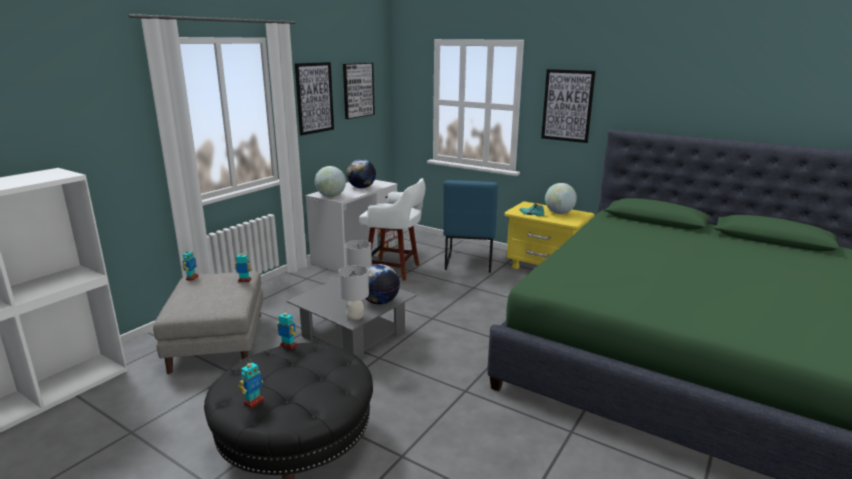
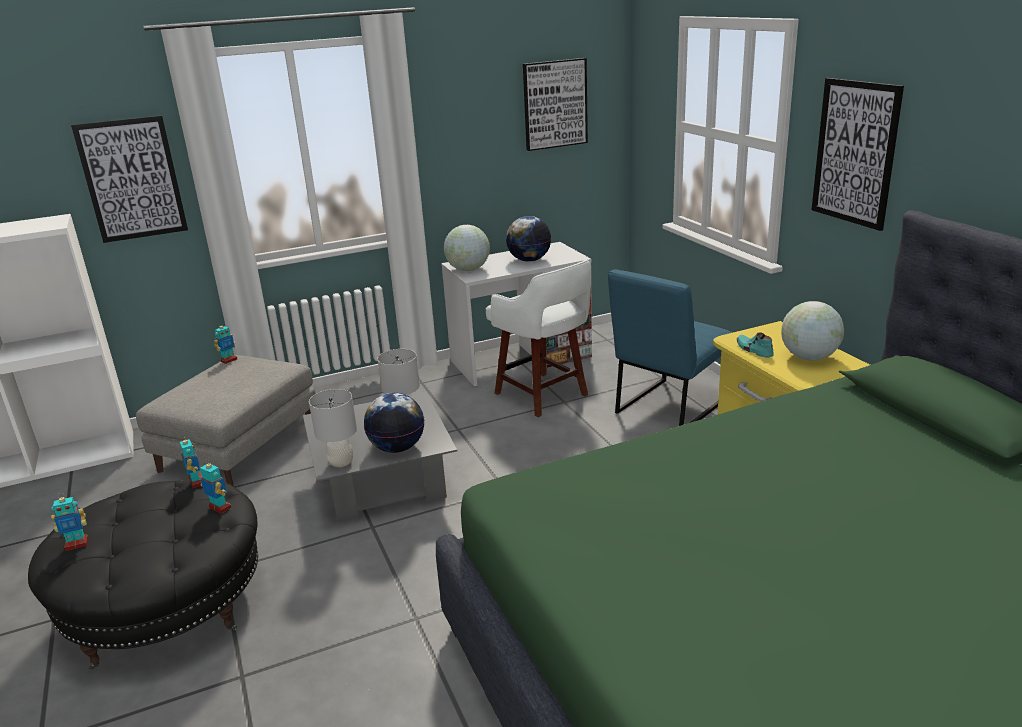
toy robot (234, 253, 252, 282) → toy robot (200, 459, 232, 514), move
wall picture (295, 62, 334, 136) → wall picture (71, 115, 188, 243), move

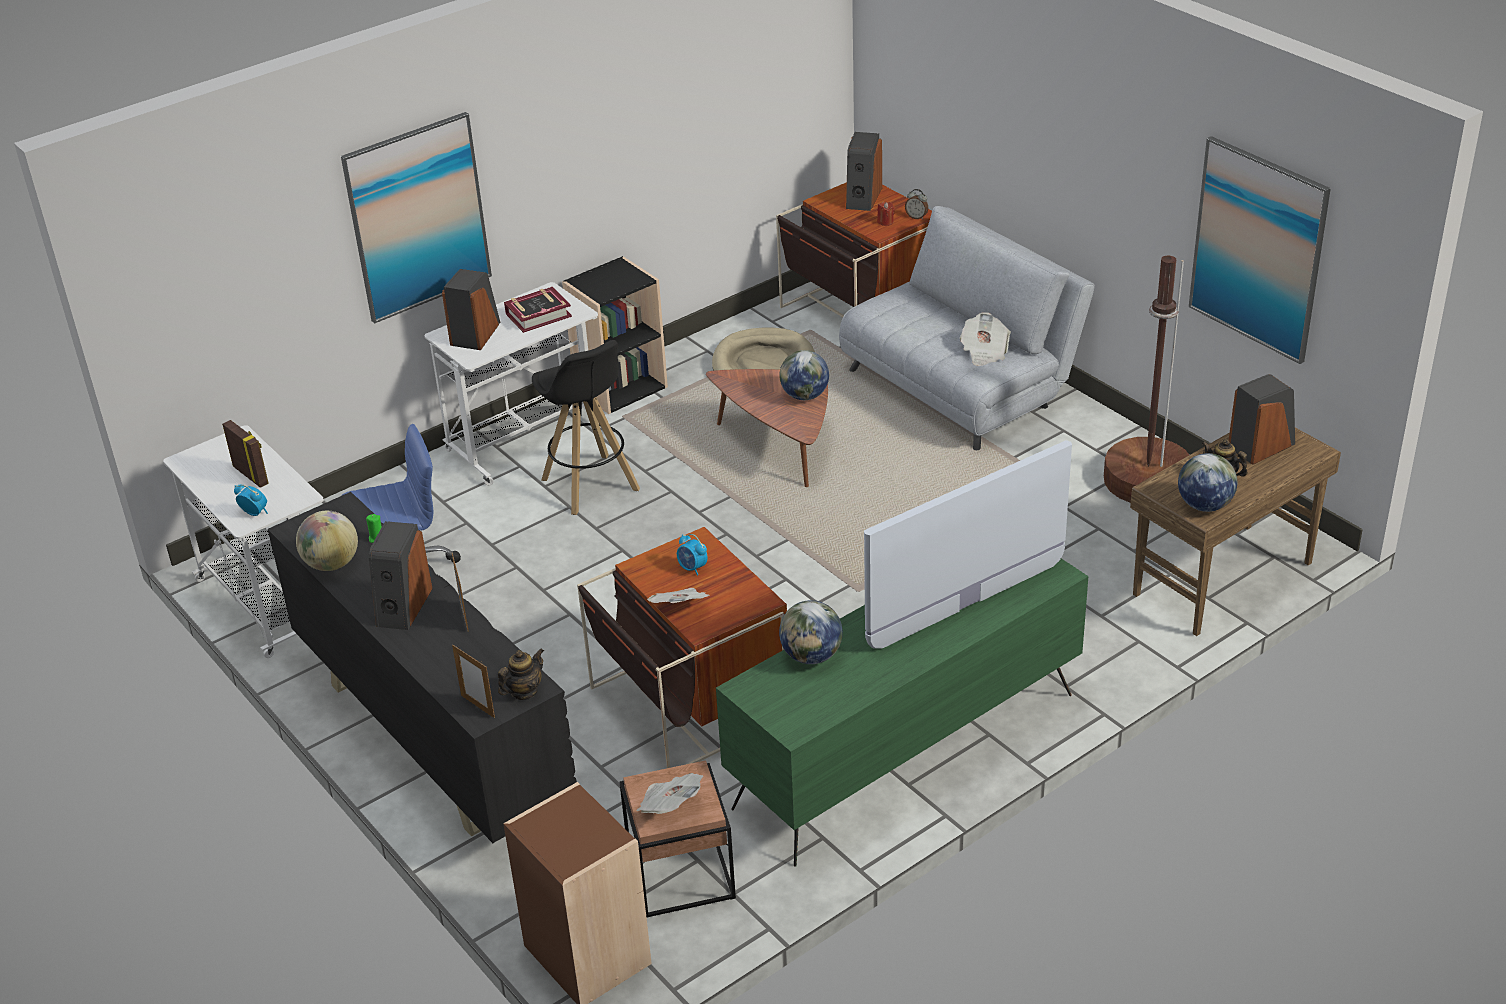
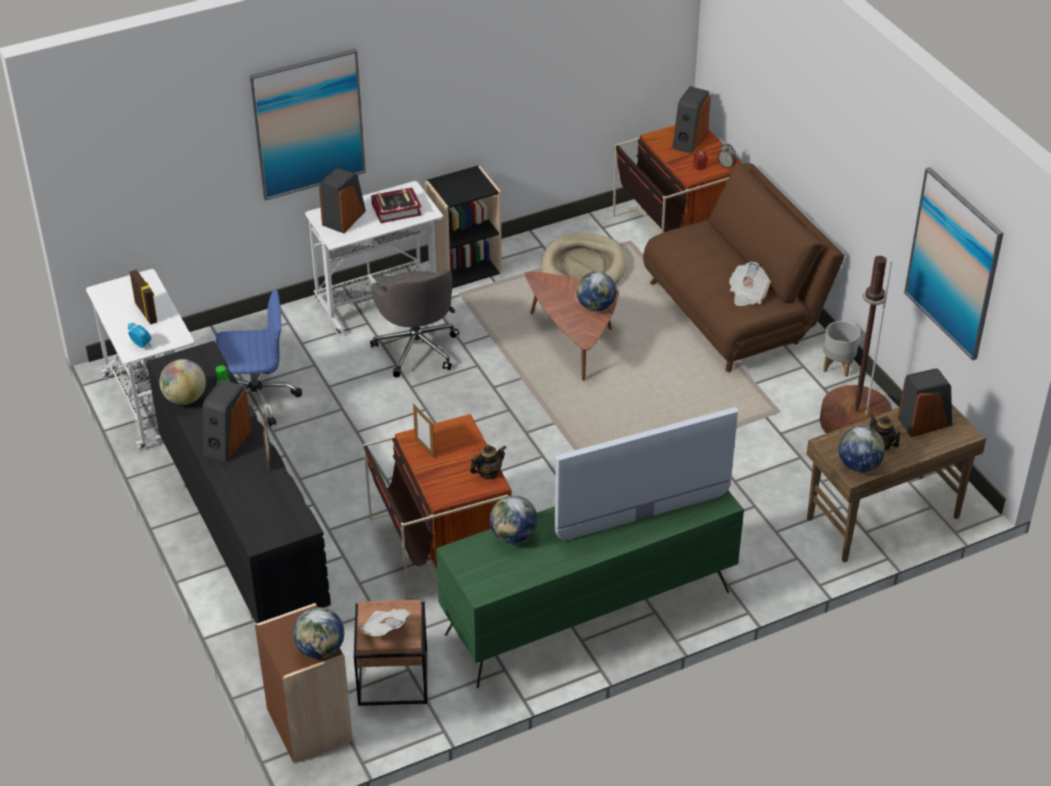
photo frame (452, 645, 495, 718) → photo frame (413, 403, 435, 458), move
tea pot (498, 648, 544, 700) → tea pot (470, 445, 507, 479), move
black-coloured sitting stool (532, 340, 640, 515) → greyish desk chair (370, 269, 459, 377)
printed paper (648, 588, 710, 603) → -
table clock (677, 534, 708, 575) → -
greyish settee (839, 206, 1095, 450) → brown settee (643, 163, 844, 372)
- → globe (293, 607, 344, 659)
- → greyish planter (823, 321, 860, 377)

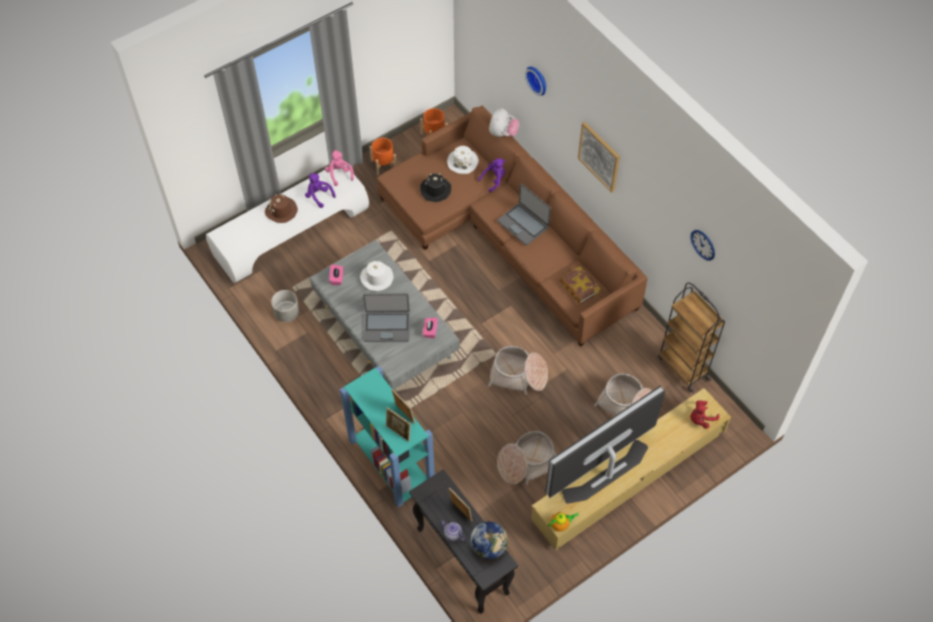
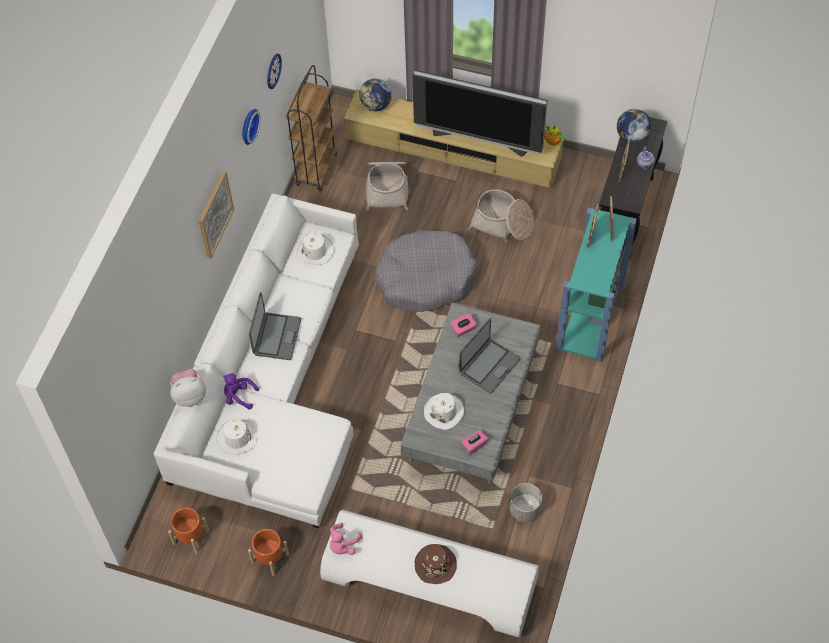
purplish cuddly toy (305, 173, 336, 208) → -
portable computer (363, 293, 410, 342) → portable computer (459, 318, 520, 394), 75 degrees clockwise
brown settee (377, 105, 648, 347) → white-coloured settee (154, 193, 359, 528)
black-coloured clothing hat (420, 173, 451, 202) → -
basket (488, 346, 548, 395) → greyish pet bed (374, 230, 478, 312)
hanging clock (525, 66, 546, 96) → hanging clock (242, 109, 261, 145), move
book (560, 266, 601, 304) → white-coloured clothing hat (297, 232, 334, 265)
red cuddly toy (690, 400, 719, 429) → globe (359, 78, 392, 112)

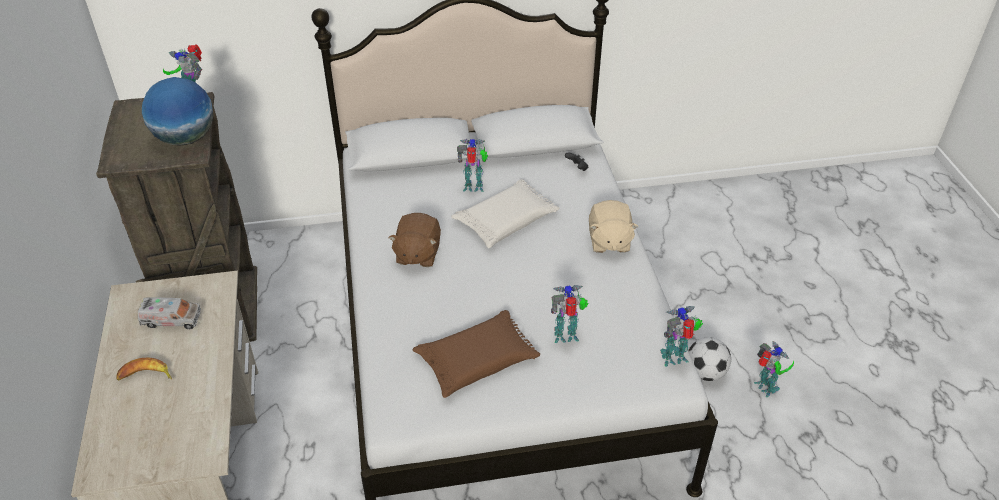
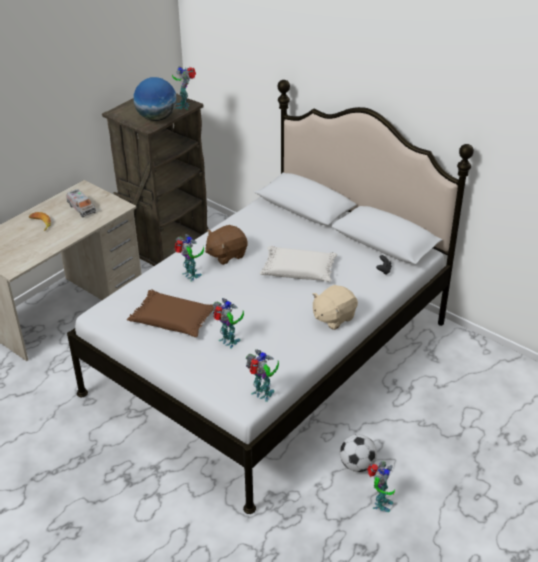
toy robot (457, 139, 488, 192) → toy robot (174, 234, 204, 281), move

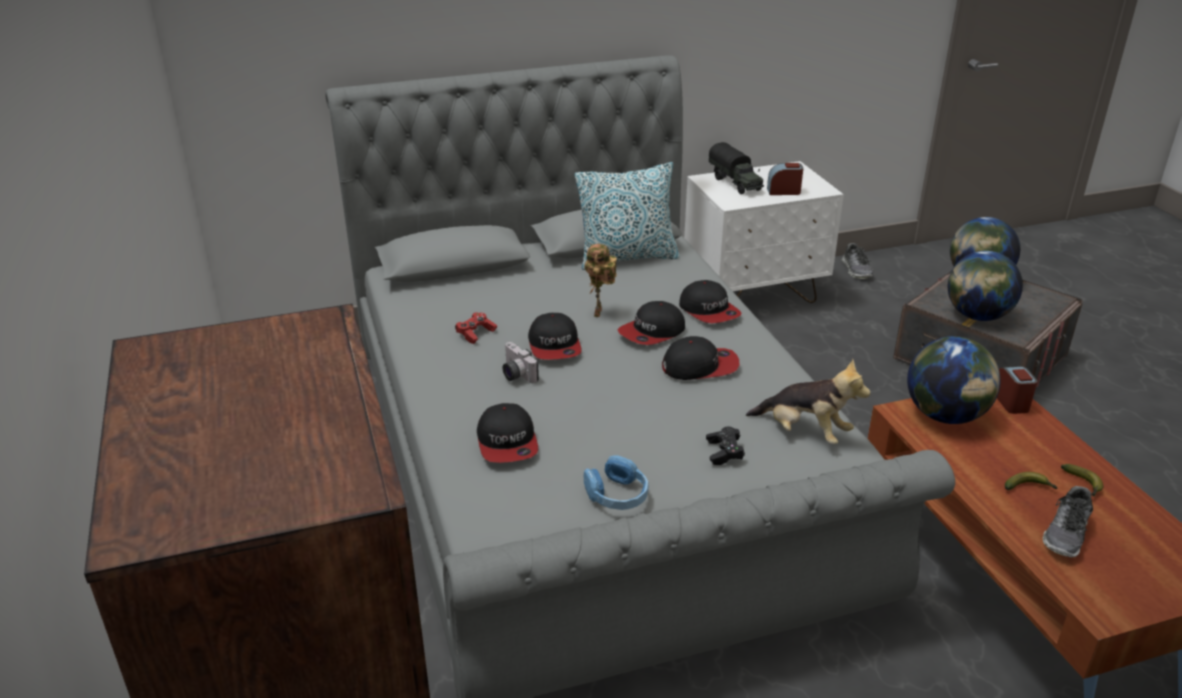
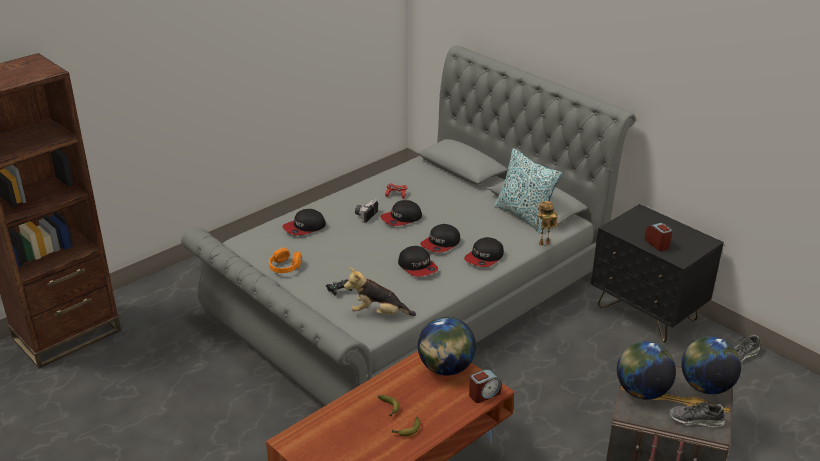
toy robot (584, 244, 617, 317) → toy robot (535, 201, 558, 246), move
bluish pair of headphones (584, 455, 649, 510) → orangey pair of headphones (269, 247, 301, 273)
cap (618, 301, 685, 345) → cap (420, 224, 460, 253), 75 degrees counterclockwise
white-coloured night table (684, 161, 844, 303) → black-coloured night table (591, 204, 724, 343)
toy lorry (709, 142, 764, 194) → -
cuddly toy (746, 359, 870, 444) → cuddly toy (344, 268, 416, 316), 90 degrees clockwise
shoe (1043, 486, 1093, 557) → shoe (670, 402, 725, 427), move

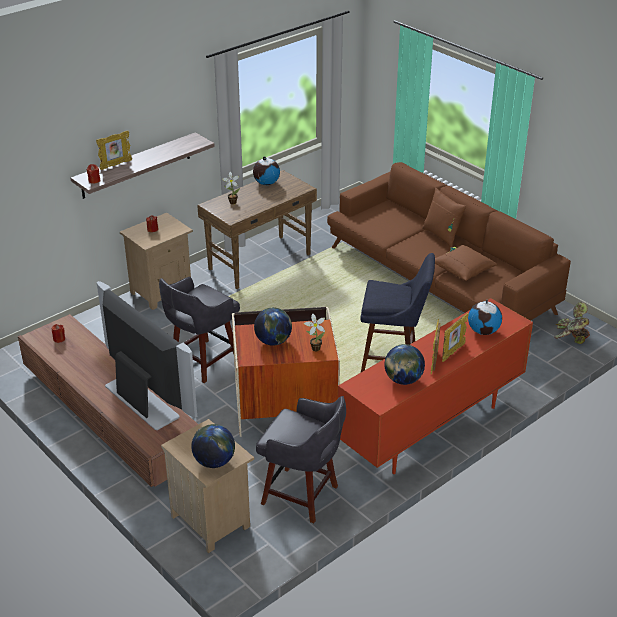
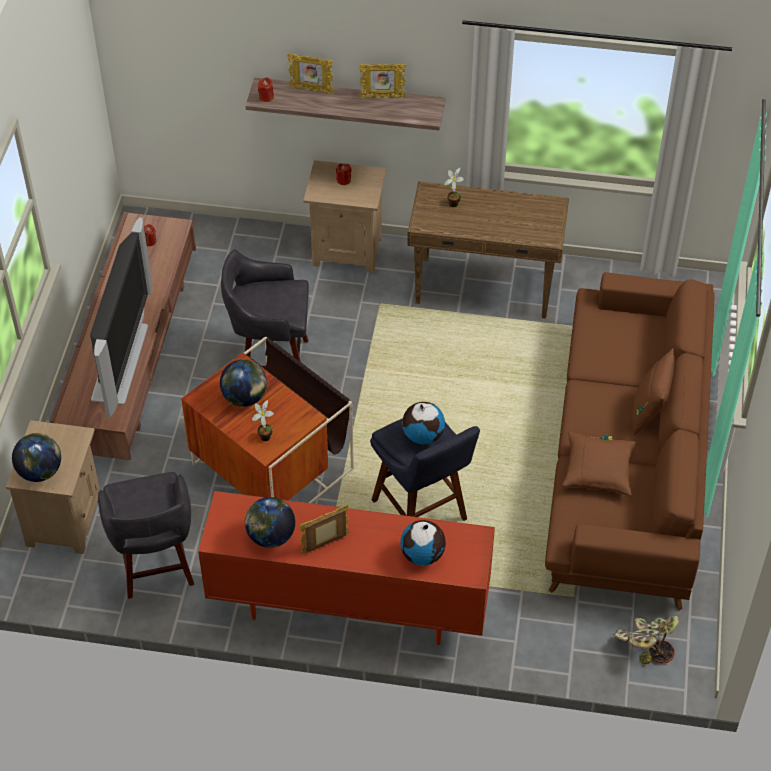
globe (253, 156, 280, 185) → globe (402, 402, 445, 444), move
photo frame (442, 313, 469, 362) → photo frame (359, 64, 406, 98), move

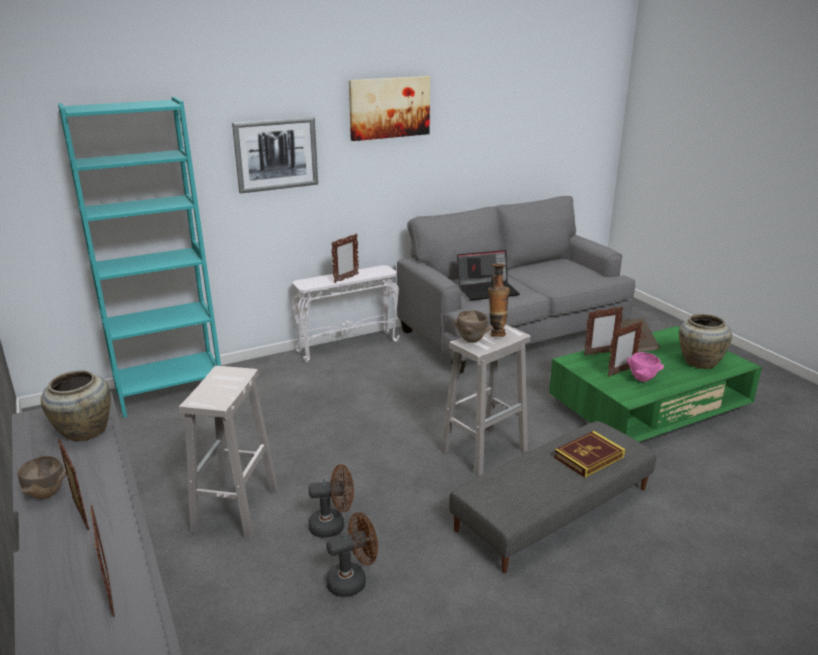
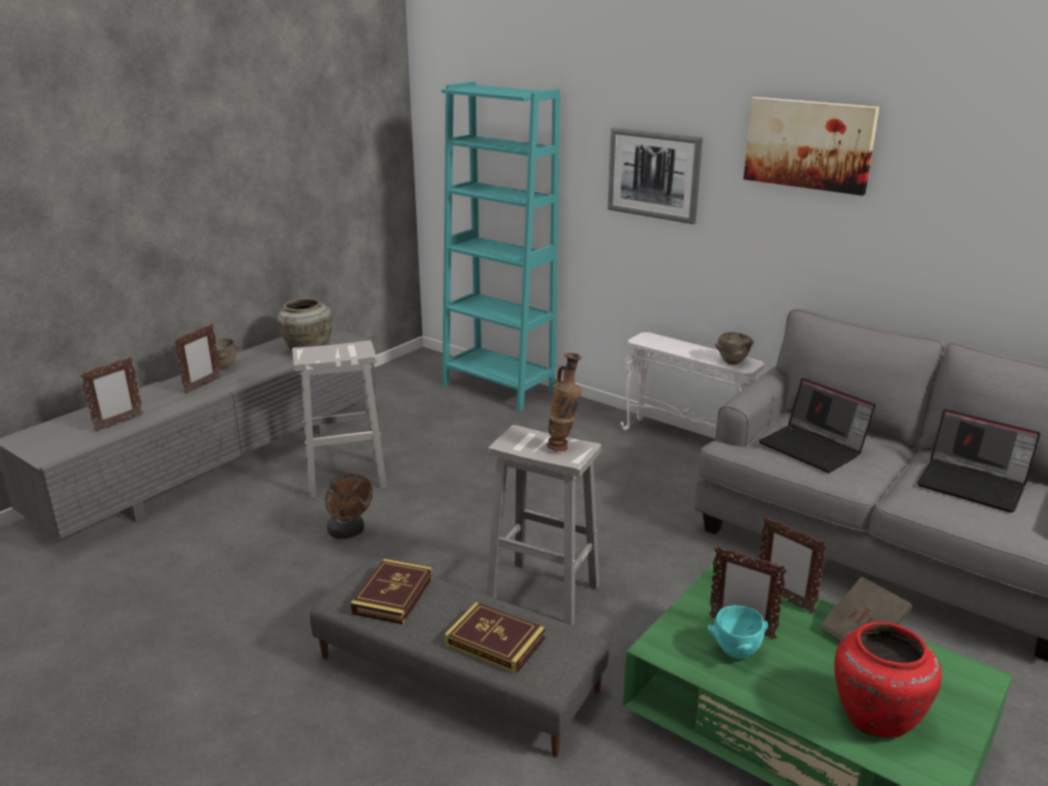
brown electric fan (326, 512, 378, 597) → -
photo frame (331, 234, 359, 283) → -
brown serving bowl (454, 310, 492, 343) → brown serving bowl (715, 332, 754, 365), move
pink serving bowl (627, 352, 664, 382) → blue-green serving bowl (708, 605, 768, 659)
beige-coloured flower vase (679, 314, 732, 369) → red flower vase (834, 622, 942, 738)
- → book (351, 559, 433, 625)
- → portable computer (917, 409, 1040, 512)

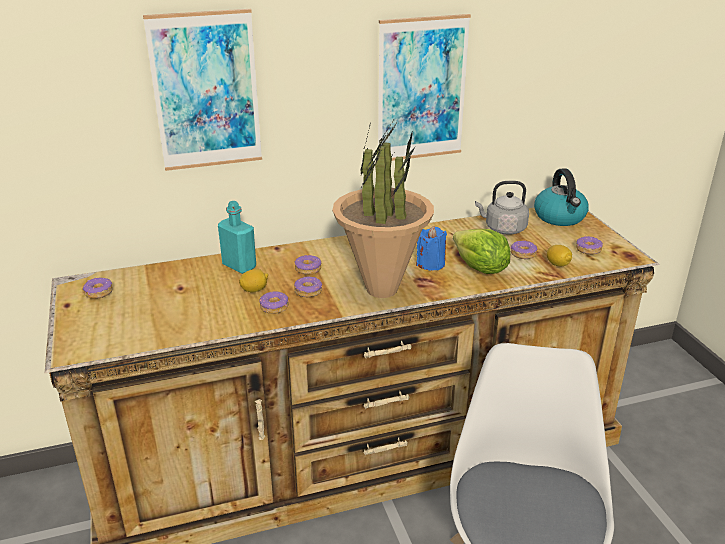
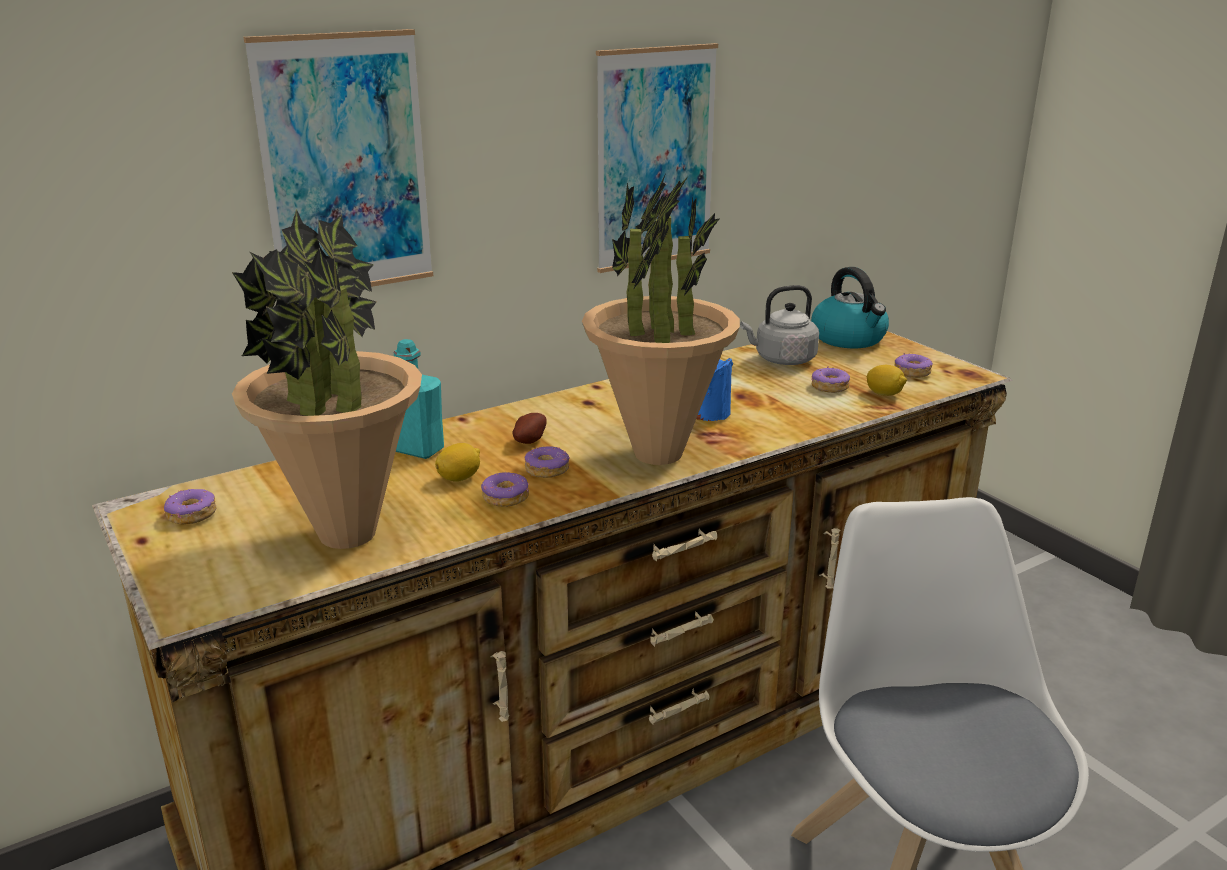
doughnut (295, 255, 321, 275) → whole potato (513, 413, 547, 444)
lettuce head (453, 229, 511, 274) → -
- → houseplant (232, 209, 422, 549)

